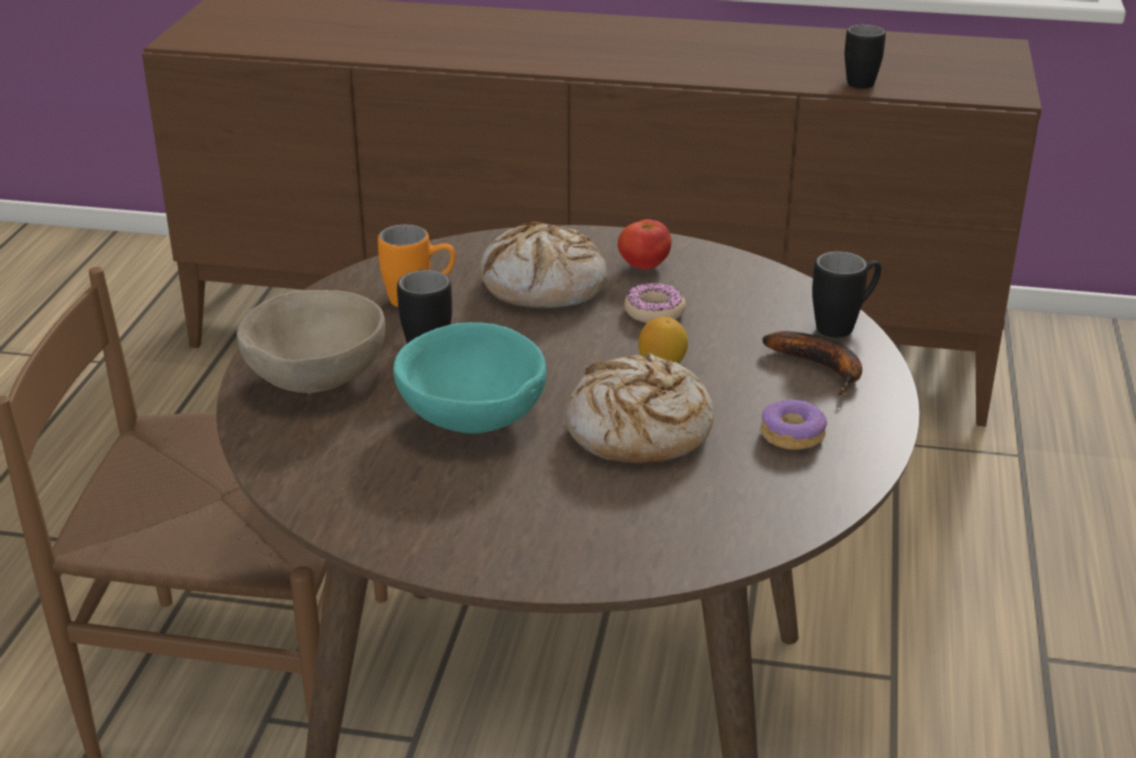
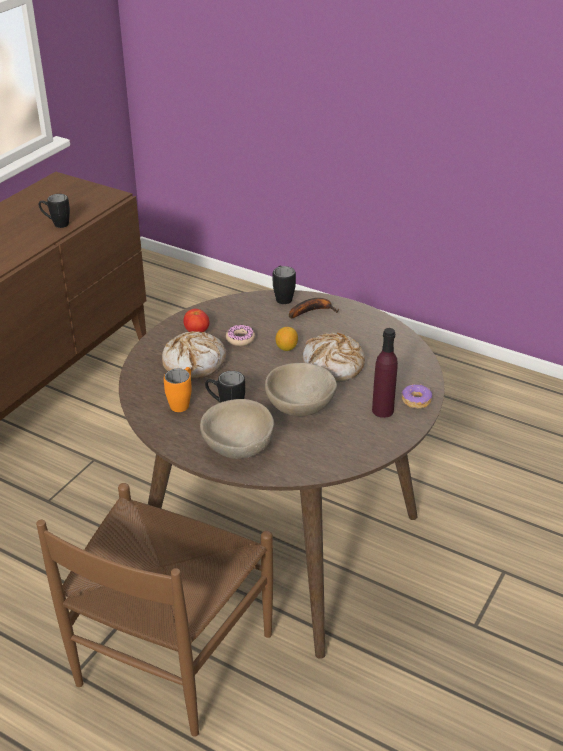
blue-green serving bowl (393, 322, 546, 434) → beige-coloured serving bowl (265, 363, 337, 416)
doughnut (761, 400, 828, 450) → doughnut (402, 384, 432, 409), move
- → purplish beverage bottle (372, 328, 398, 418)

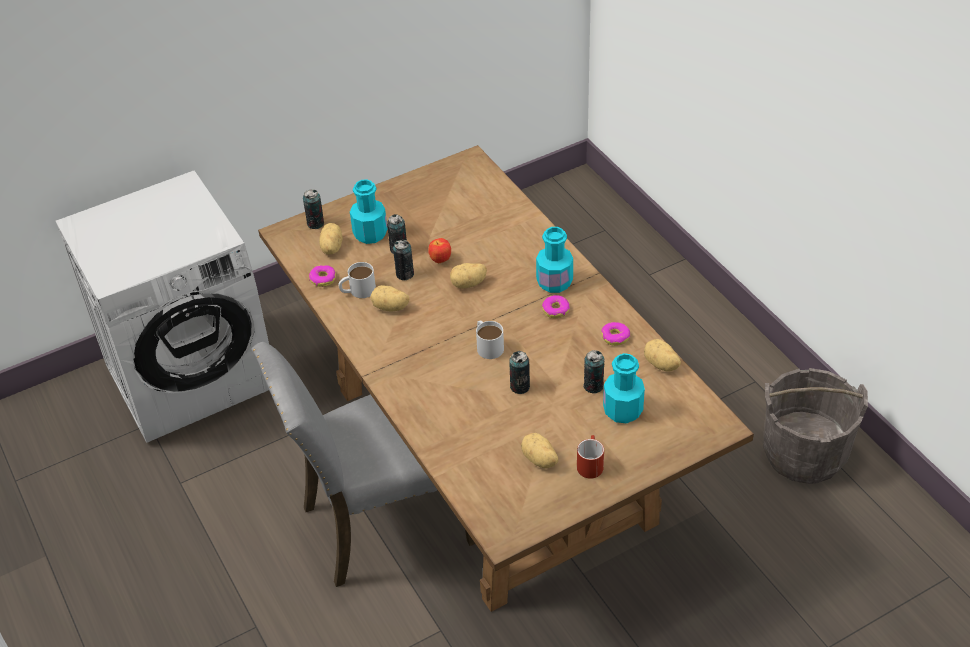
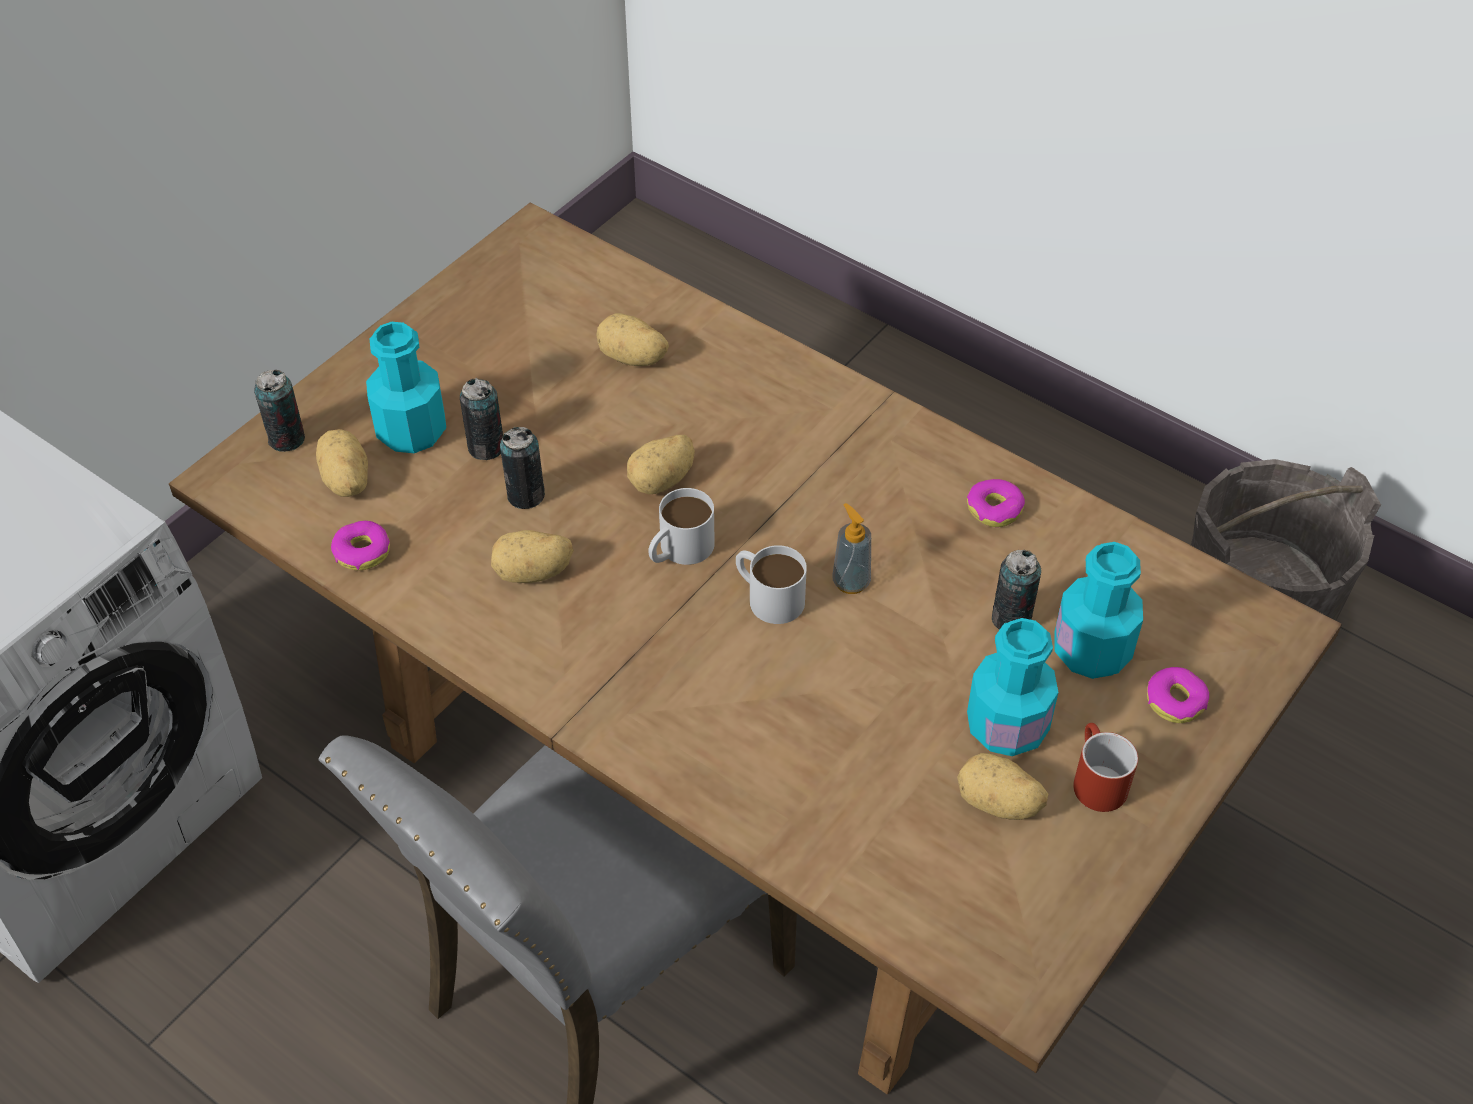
white-coloured coffee mug (338, 262, 376, 298) → white-coloured coffee mug (648, 488, 715, 565), move
apple (428, 238, 451, 263) → -
can (509, 351, 530, 394) → -
blue-green beverage bottle (536, 227, 573, 293) → blue-green beverage bottle (967, 618, 1058, 756), move
doughnut (542, 295, 570, 318) → doughnut (1147, 667, 1209, 723), move
whole potato (644, 339, 681, 372) → whole potato (596, 313, 669, 366), move
- → soap bottle (833, 503, 871, 594)

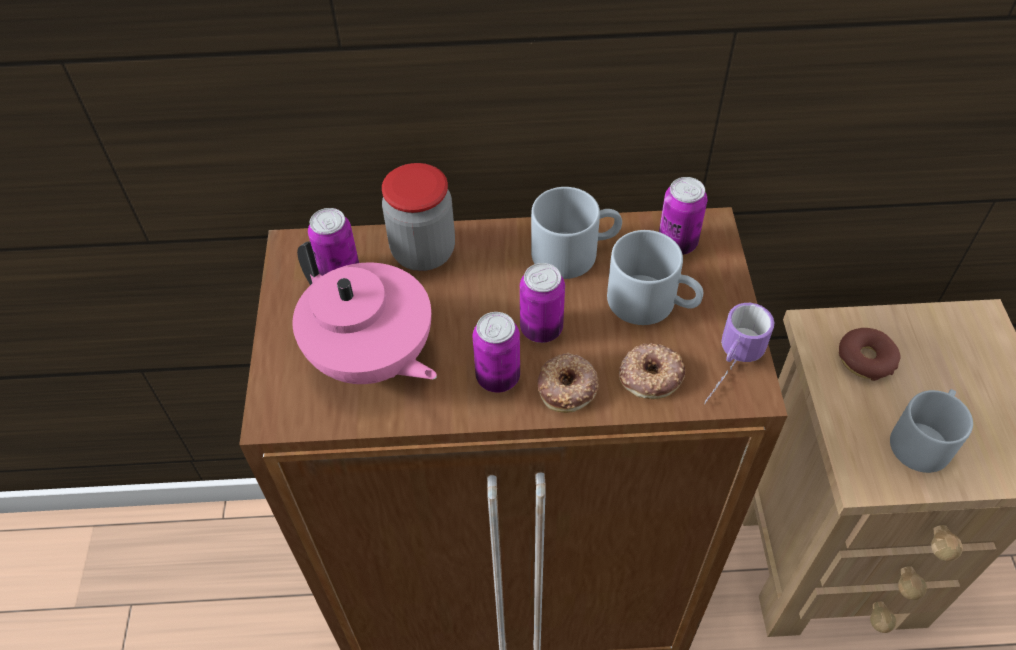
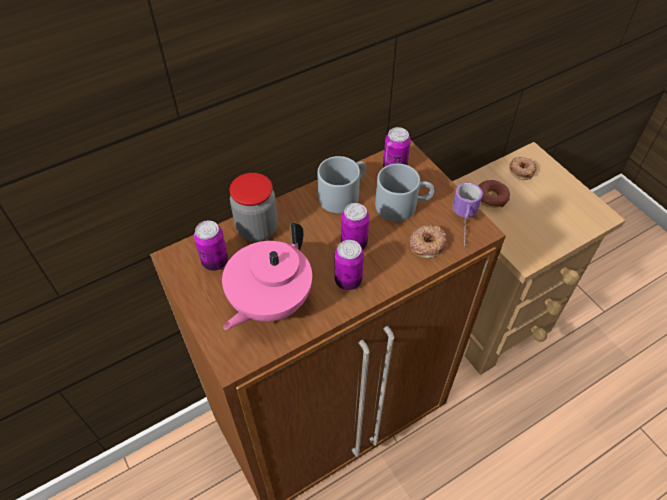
pink tea pot (293, 241, 437, 384) → pink tea pot (222, 223, 312, 330), 105 degrees clockwise
doughnut (537, 353, 599, 413) → doughnut (509, 157, 537, 180), move
greyish coffee mug (890, 389, 973, 473) → -

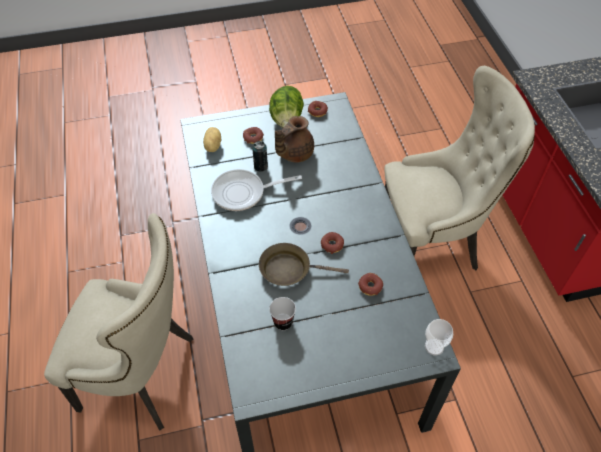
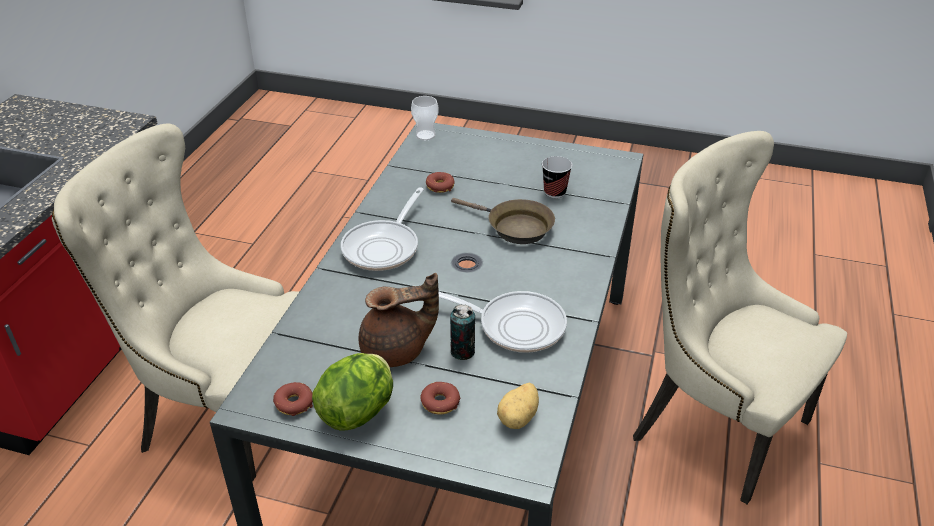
doughnut (321, 232, 344, 254) → -
- → skillet (341, 187, 424, 271)

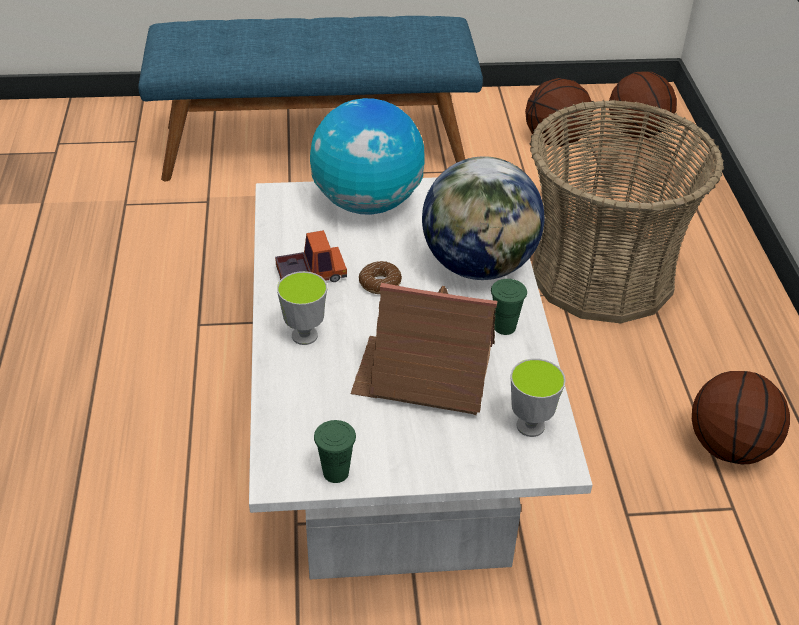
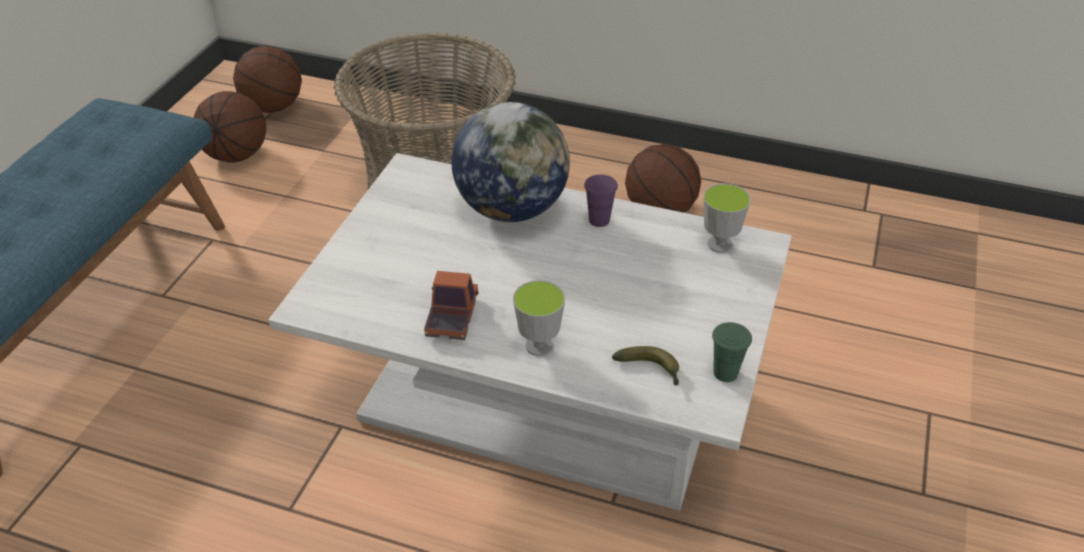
globe (310, 98, 424, 215) → -
miniature house (351, 283, 498, 415) → -
doughnut (359, 261, 402, 294) → -
green drinking cup (491, 279, 527, 335) → purplish drinking cup (584, 175, 618, 227)
- → banana (612, 346, 679, 386)

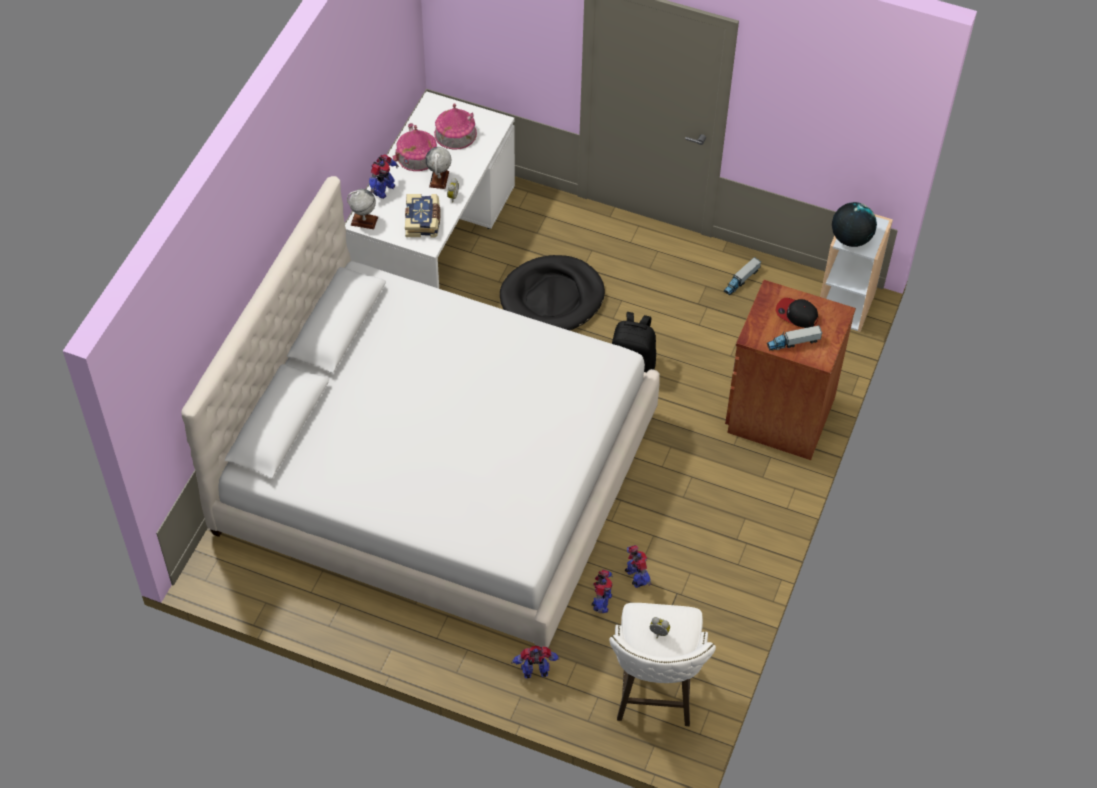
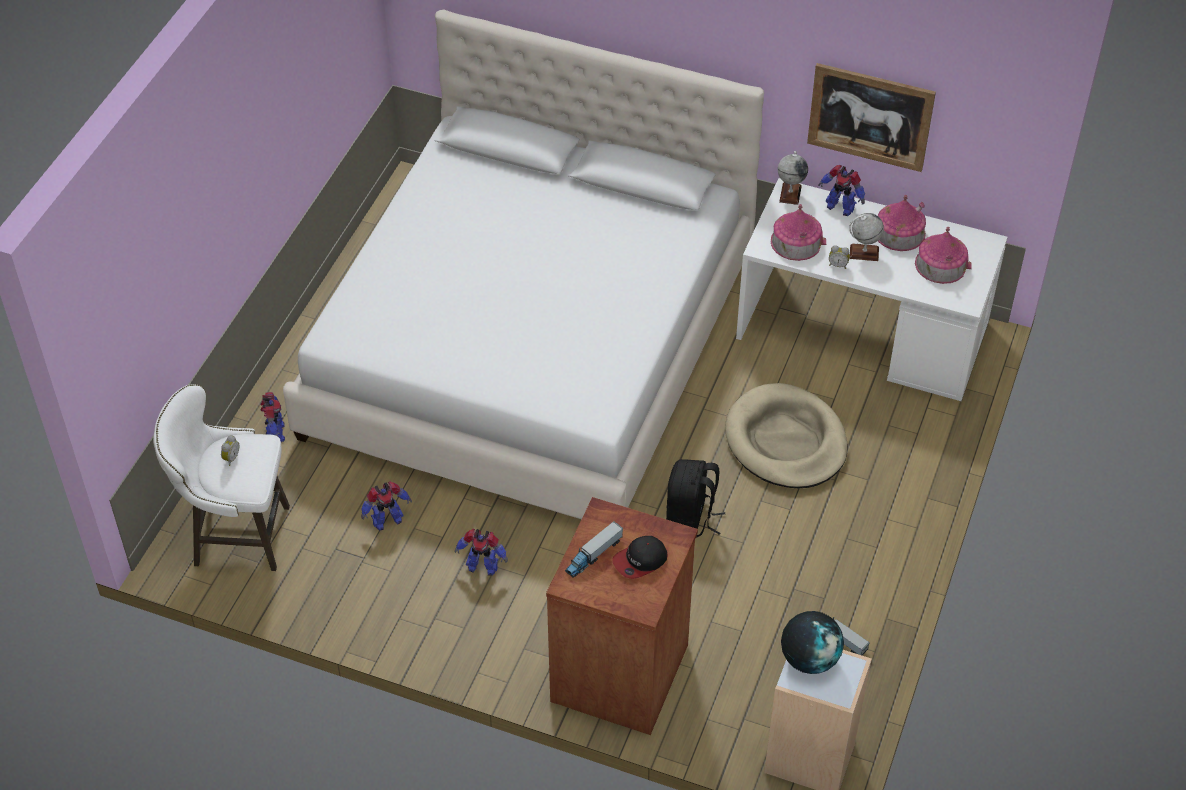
book (405, 194, 441, 238) → miniature house (771, 204, 826, 261)
black-coloured pet bed (500, 255, 605, 330) → beige-coloured pet bed (725, 383, 847, 488)
toy robot (591, 570, 613, 613) → toy robot (454, 529, 508, 575), move
toy lorry (767, 325, 822, 351) → toy lorry (565, 521, 623, 578), 120 degrees counterclockwise
cap (775, 298, 818, 328) → cap (612, 536, 667, 579), 150 degrees counterclockwise
- → wall picture (807, 63, 936, 172)

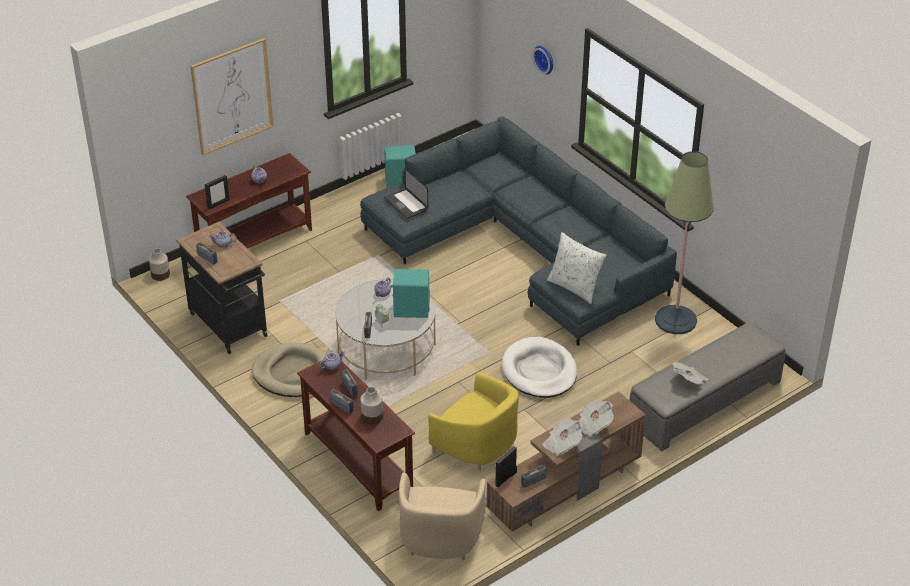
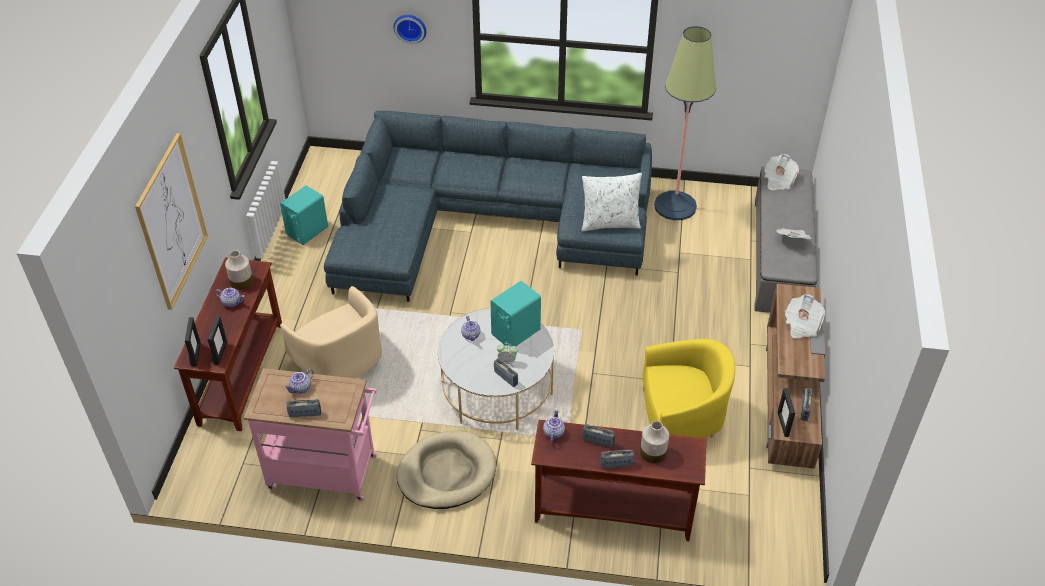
beige-coloured flower vase (149, 248, 170, 281) → beige-coloured flower vase (225, 250, 253, 290), move
black-coloured cart (177, 222, 268, 354) → pink cart (244, 368, 377, 502)
portable computer (384, 168, 428, 219) → -
beige-coloured lounge chair (399, 472, 486, 560) → beige-coloured lounge chair (280, 286, 382, 379), move
white-coloured pet bed (502, 337, 577, 398) → -
printed paper (543, 418, 583, 456) → printed paper (764, 154, 799, 190), move
- → photo frame (185, 317, 201, 367)

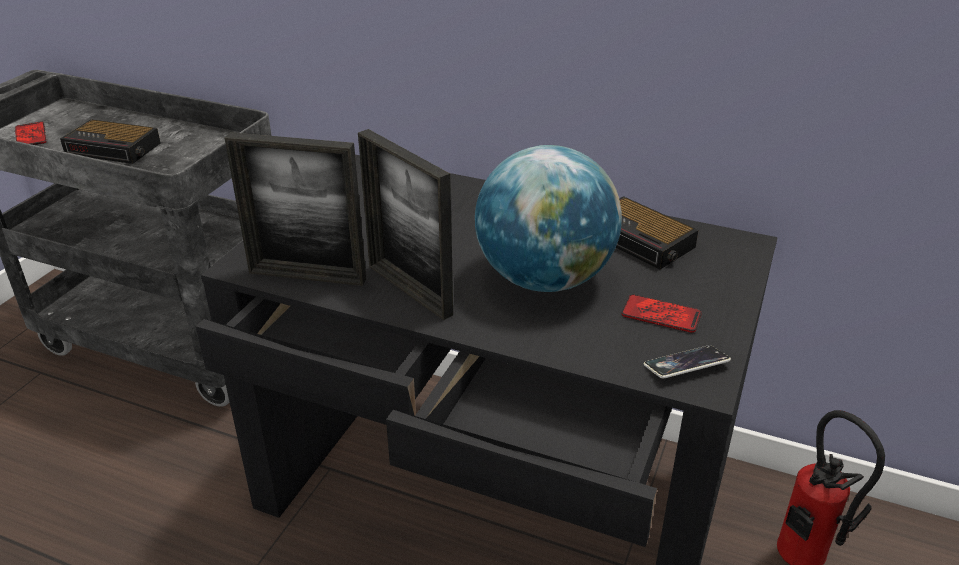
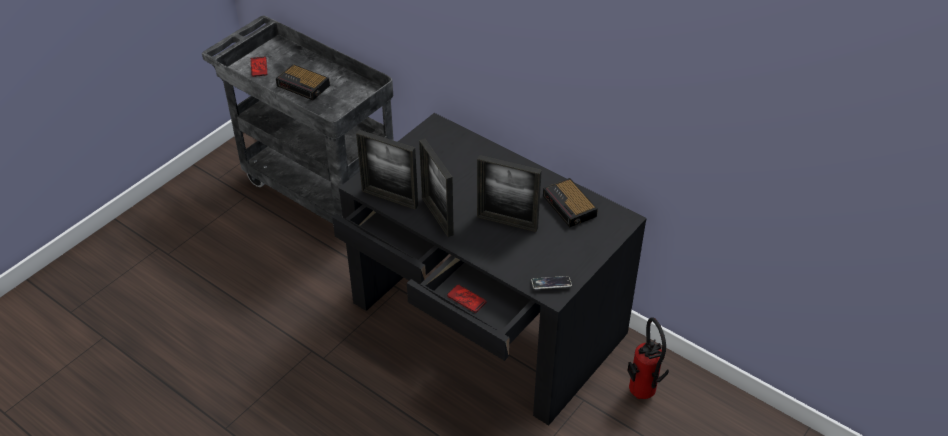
globe (475, 145, 622, 292) → photo frame (477, 155, 542, 232)
phone (622, 295, 702, 333) → phone (447, 284, 487, 313), move

